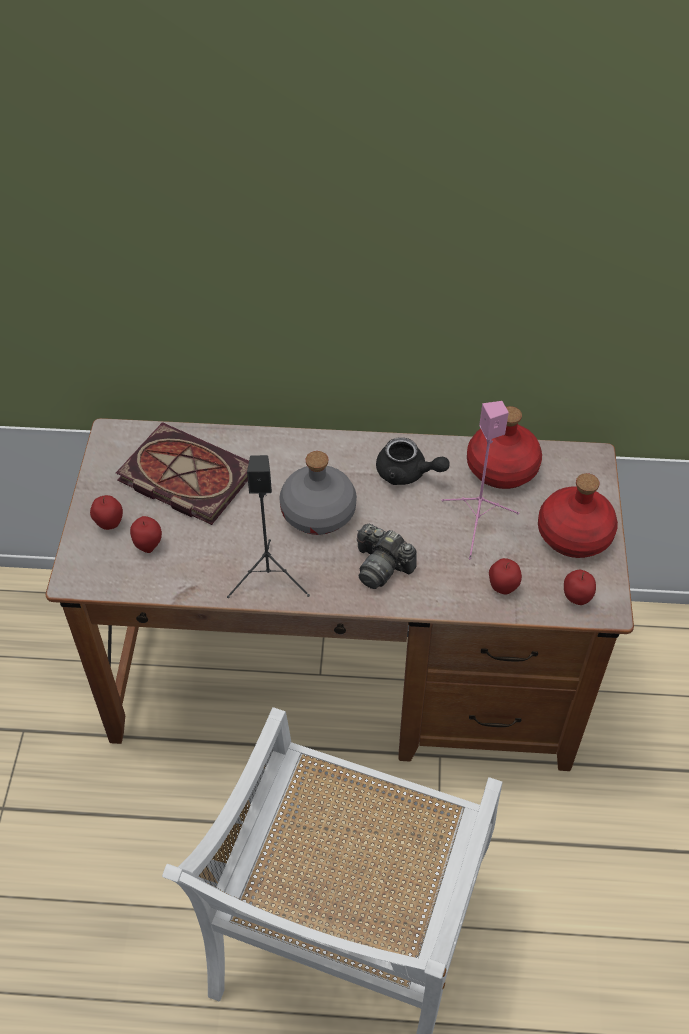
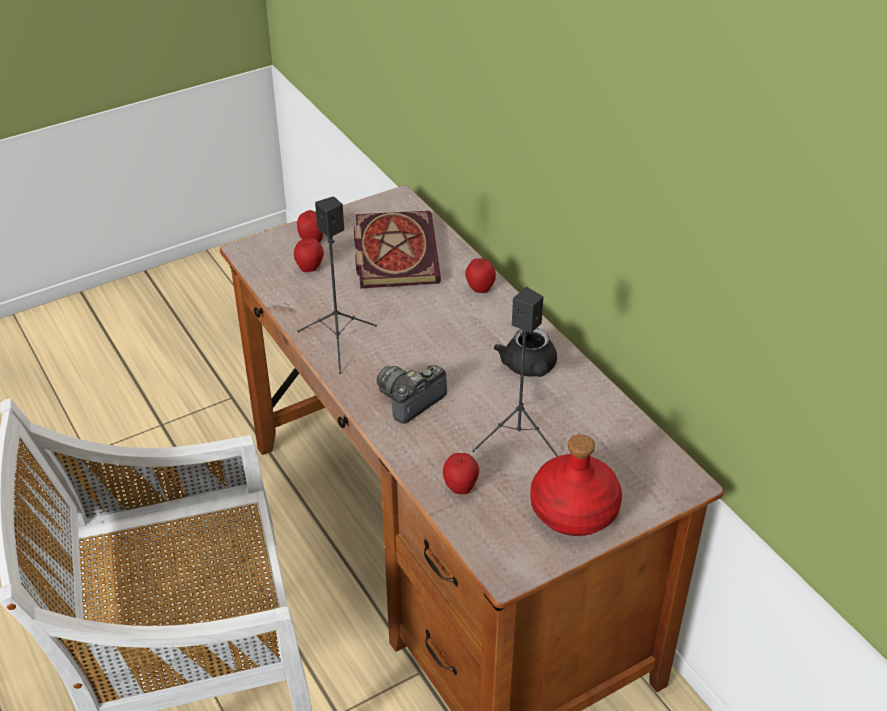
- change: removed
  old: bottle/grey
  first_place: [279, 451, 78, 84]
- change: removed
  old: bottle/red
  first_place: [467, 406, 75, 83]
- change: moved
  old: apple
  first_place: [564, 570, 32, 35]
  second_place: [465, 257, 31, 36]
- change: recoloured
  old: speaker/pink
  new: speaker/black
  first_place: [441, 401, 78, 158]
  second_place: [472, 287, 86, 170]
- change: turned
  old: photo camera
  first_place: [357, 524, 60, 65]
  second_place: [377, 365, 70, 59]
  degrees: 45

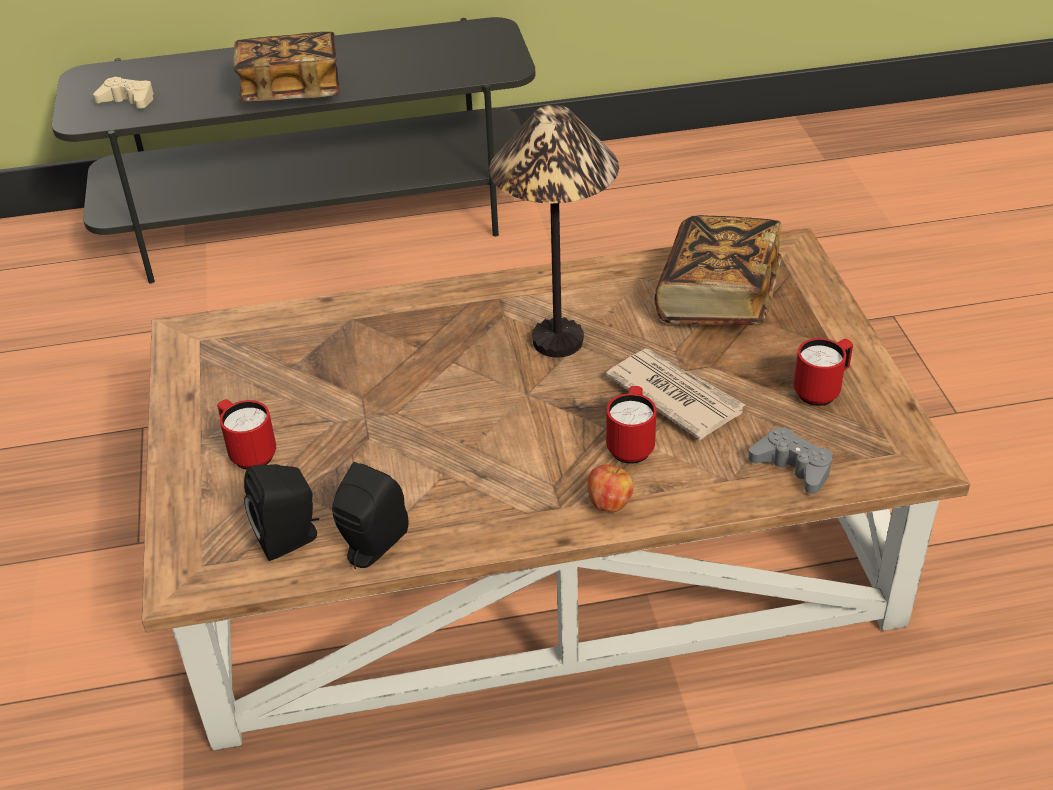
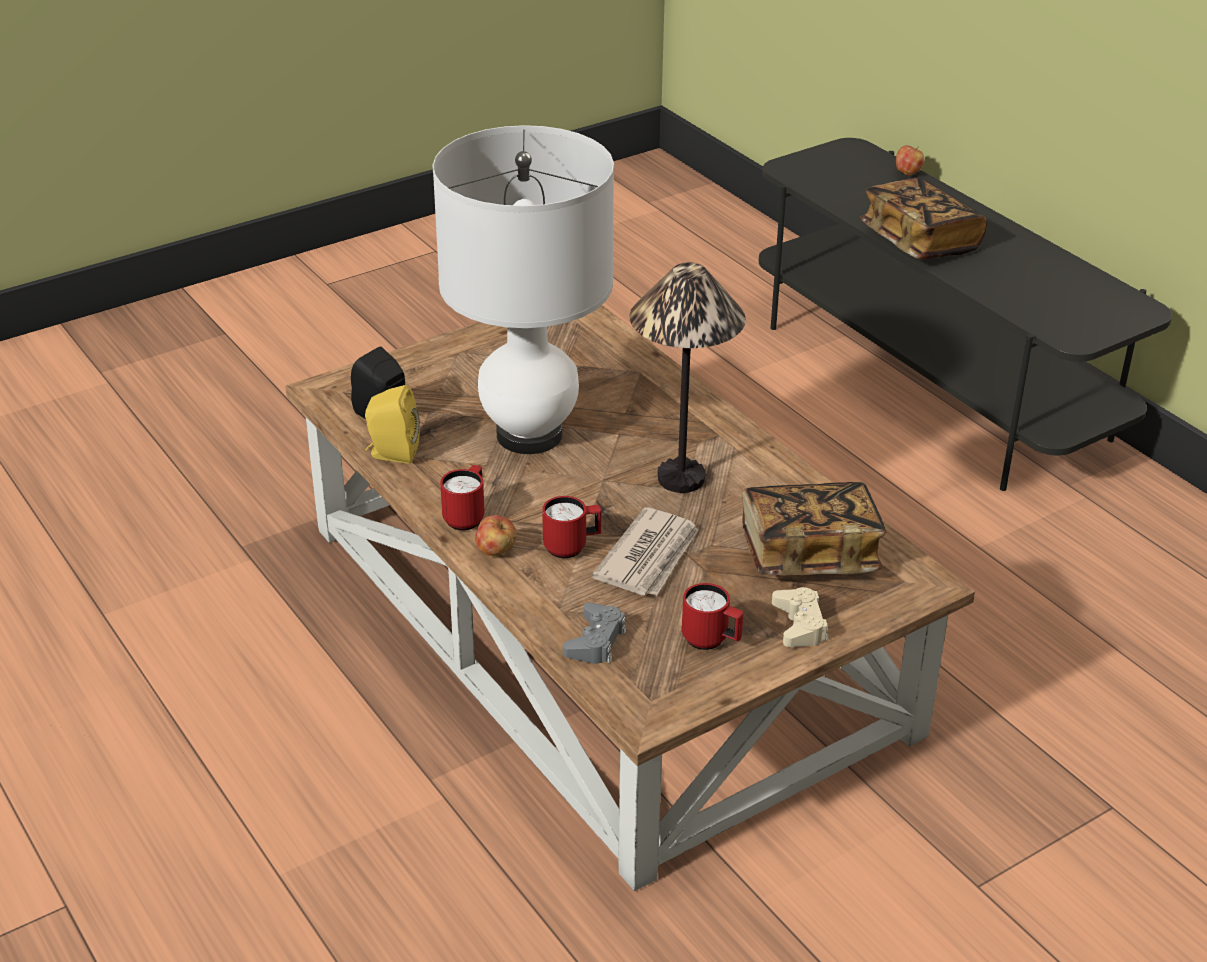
- change: added
  new: table lamp/white
  second_place: [432, 125, 182, 329]
- change: added
  new: apple
  second_place: [896, 145, 28, 31]
- change: moved
  old: game controller/beige
  first_place: [93, 77, 61, 32]
  second_place: [772, 587, 56, 60]
- change: moved
  old: mug/red
  first_place: [217, 399, 59, 71]
  second_place: [440, 465, 45, 65]
- change: recoloured
  old: speaker/black
  new: speaker/yellow
  first_place: [332, 462, 76, 107]
  second_place: [365, 385, 55, 79]

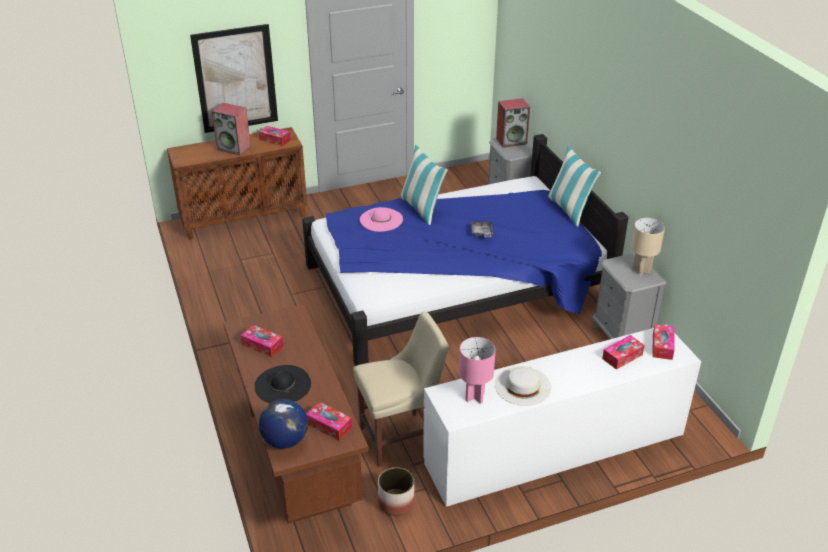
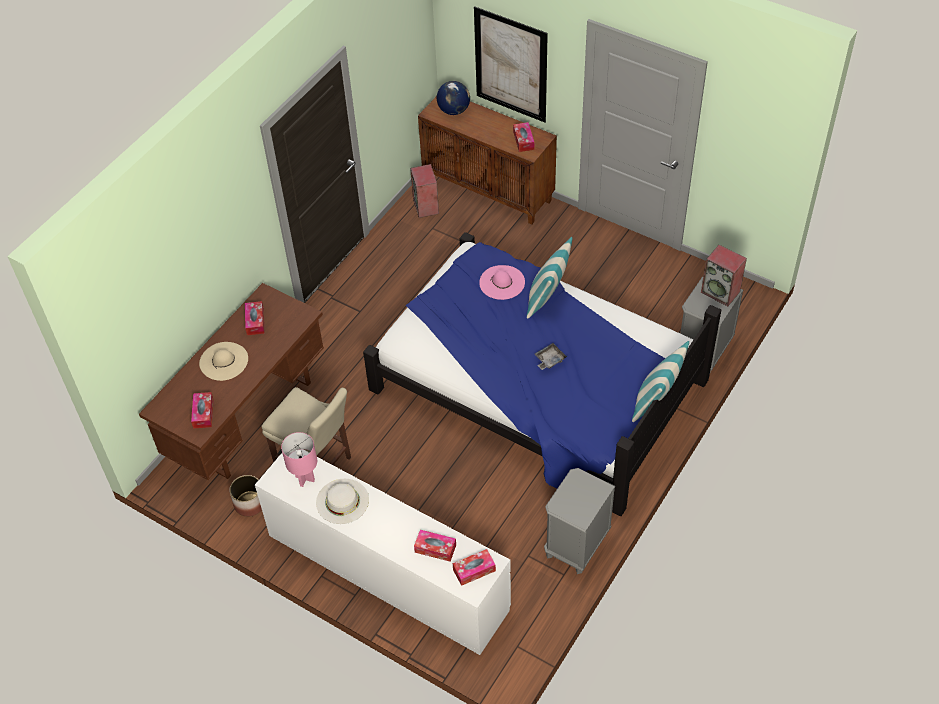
- change: removed
  old: table lamp/beige
  first_place: [631, 218, 34, 58]
- change: moved
  old: speaker
  first_place: [211, 103, 40, 52]
  second_place: [410, 164, 29, 54]
- change: moved
  old: globe
  first_place: [259, 399, 49, 50]
  second_place: [437, 81, 33, 34]
- change: recoloured
  old: hat/black
  new: hat/beige
  first_place: [255, 365, 56, 38]
  second_place: [199, 342, 49, 39]

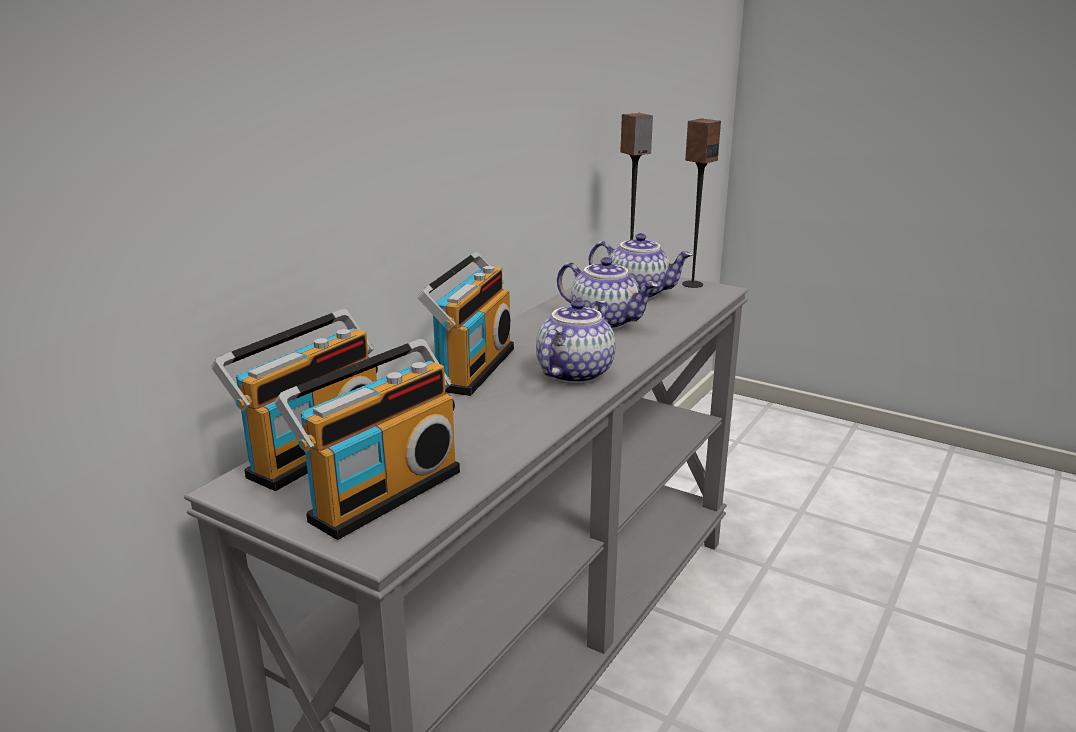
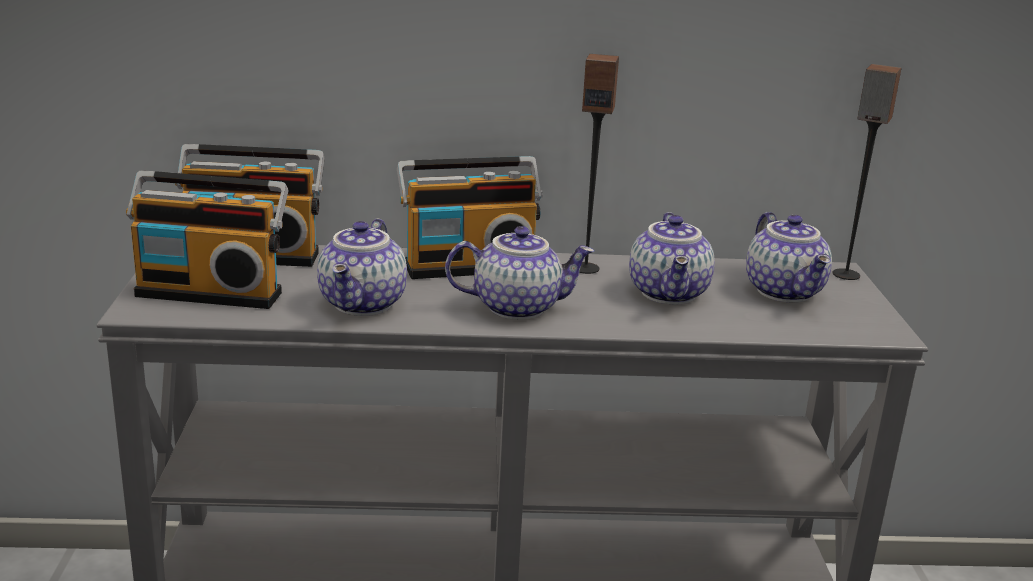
- change: added
  new: teapot
  second_place: [317, 218, 90, 98]
- change: moved
  old: speaker
  first_place: [682, 119, 39, 169]
  second_place: [579, 54, 40, 220]

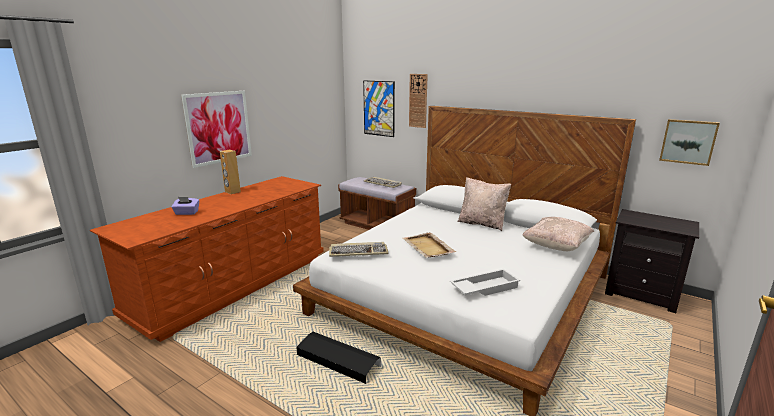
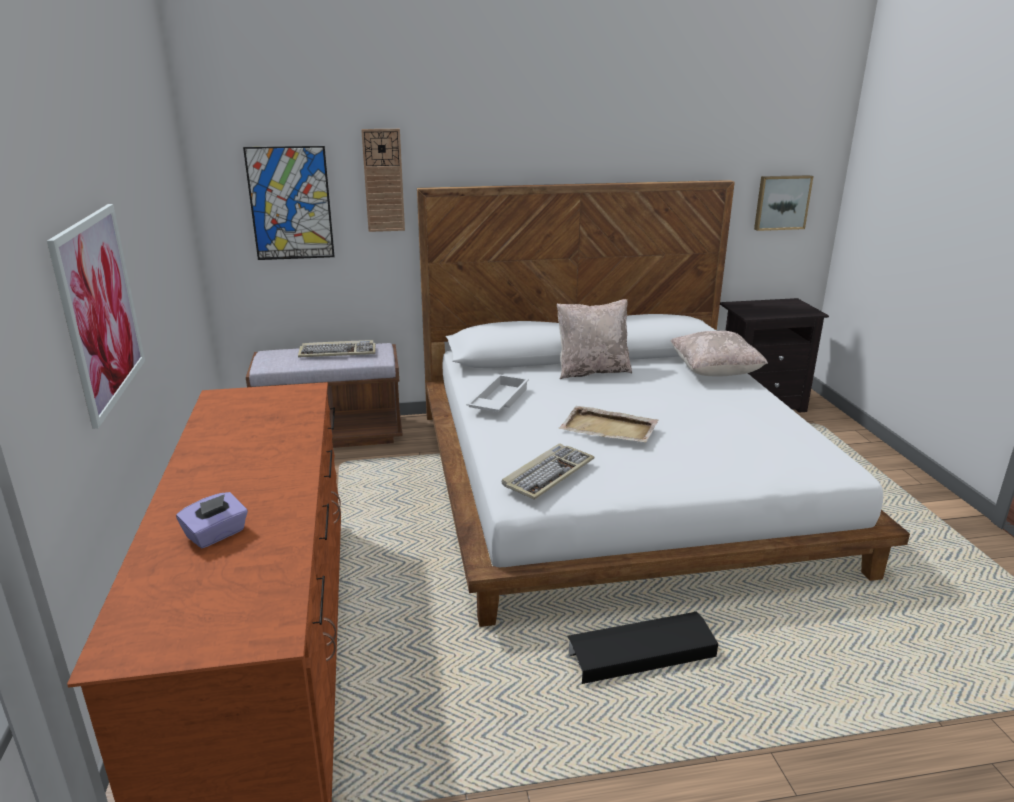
- change: removed
  old: speaker/brown
  first_place: [220, 150, 21, 44]
- change: moved
  old: tray/white
  first_place: [450, 269, 71, 27]
  second_place: [466, 374, 63, 38]

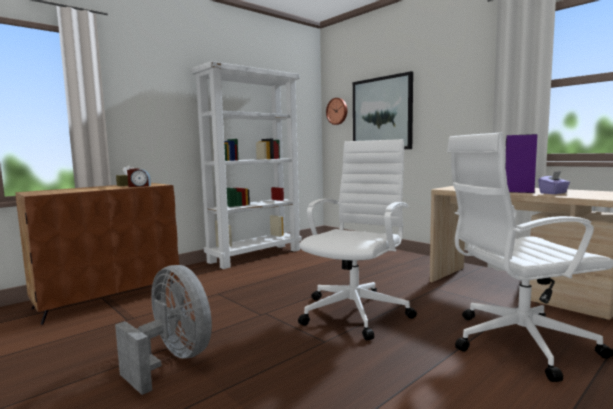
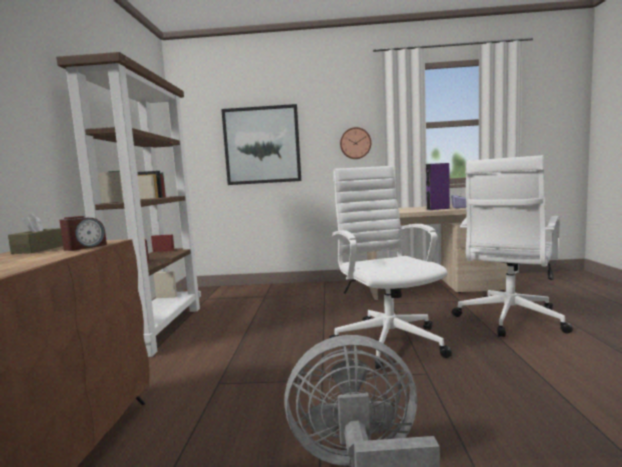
- change: moved
  old: wall clock
  first_place: [326, 98, 21, 27]
  second_place: [340, 127, 31, 32]
- change: recoloured
  old: bookcase/white
  new: bookcase/brown
  first_place: [191, 61, 111, 208]
  second_place: [56, 52, 145, 305]

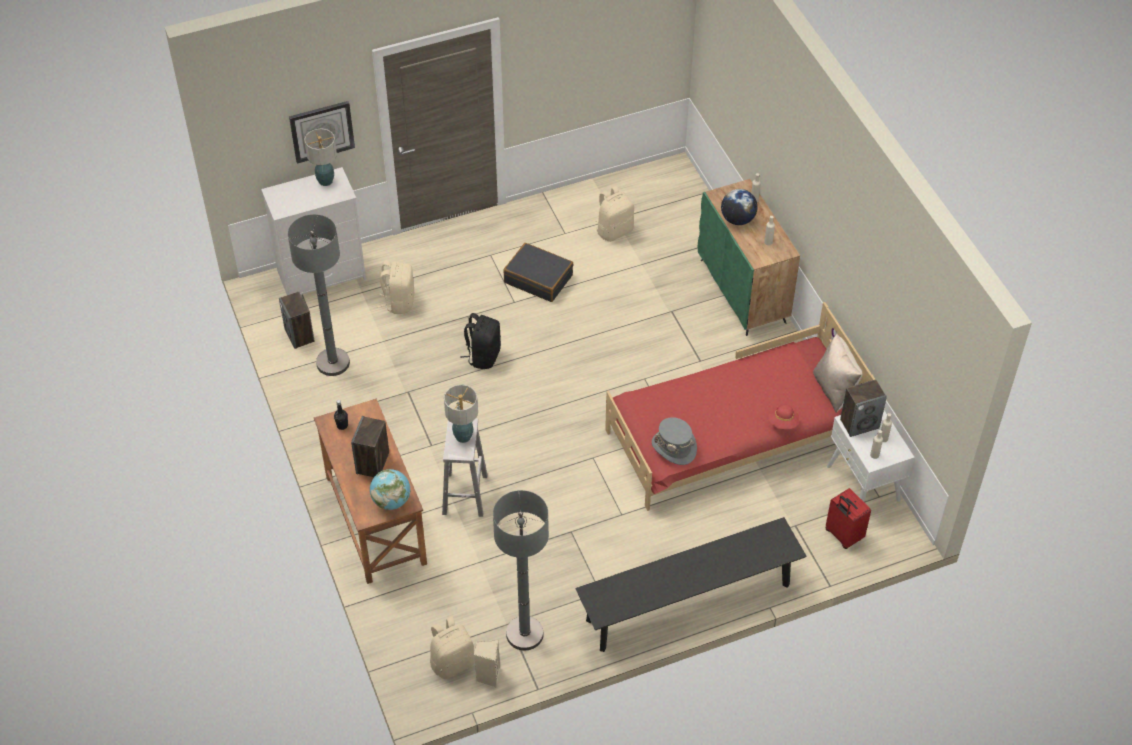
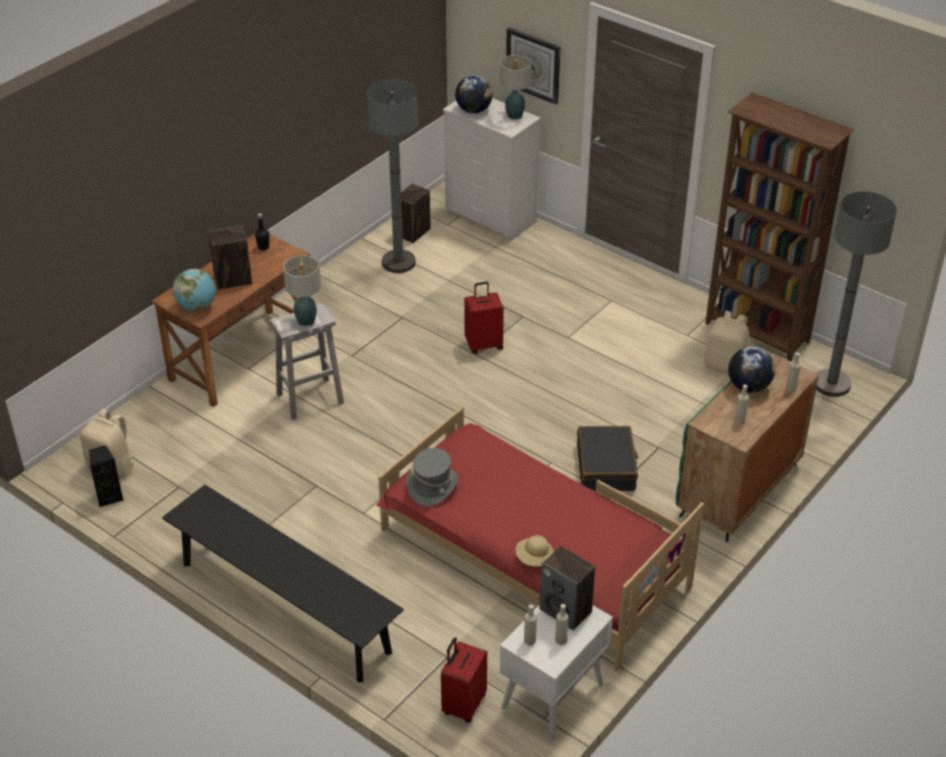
- change: removed
  old: backpack/beige
  first_place: [377, 261, 37, 53]
- change: removed
  old: pillow/beige
  first_place: [813, 334, 50, 78]
- change: added
  new: globe
  second_place: [455, 75, 38, 38]
- change: added
  new: bookcase/brown
  second_place: [705, 92, 150, 269]
- change: moved
  old: floor lamp/grey
  first_place: [493, 490, 56, 160]
  second_place: [816, 191, 81, 206]
- change: moved
  old: suitcase/black
  first_place: [503, 243, 70, 59]
  second_place: [577, 426, 61, 65]
- change: replaced
  old: backpack/black
  new: suitcase/red
  first_place: [460, 313, 41, 56]
  second_place: [464, 282, 40, 72]
- change: recoloured
  old: speaker/beige
  new: speaker/black
  first_place: [474, 640, 26, 48]
  second_place: [89, 445, 35, 62]
- change: recoloured
  old: hat/red
  new: hat/beige
  first_place: [769, 404, 30, 25]
  second_place: [516, 535, 38, 31]

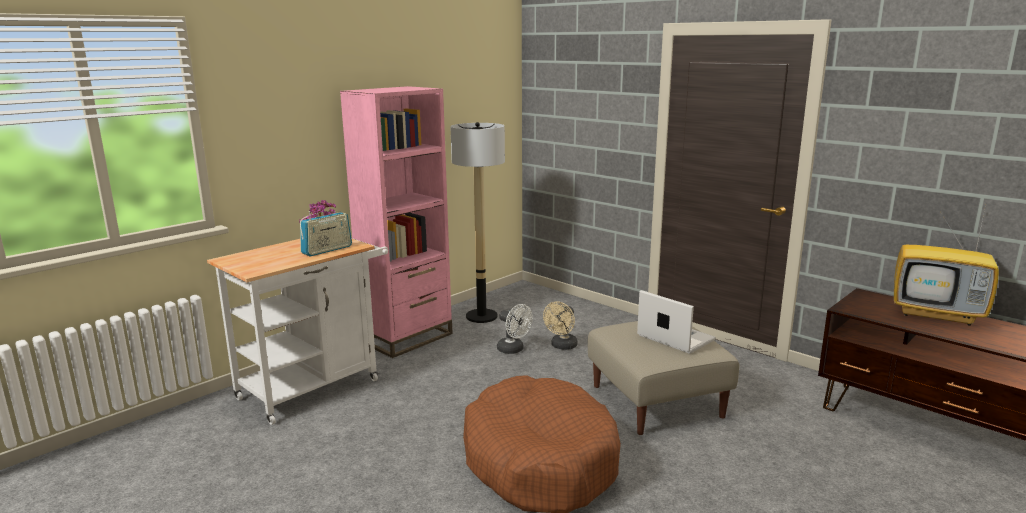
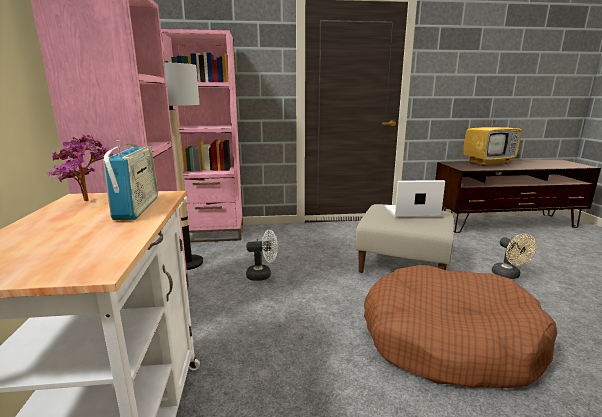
- change: added
  new: bookcase/pink
  second_place: [161, 29, 82, 214]
- change: moved
  old: fan/beige
  first_place: [543, 301, 35, 49]
  second_place: [492, 234, 45, 45]

